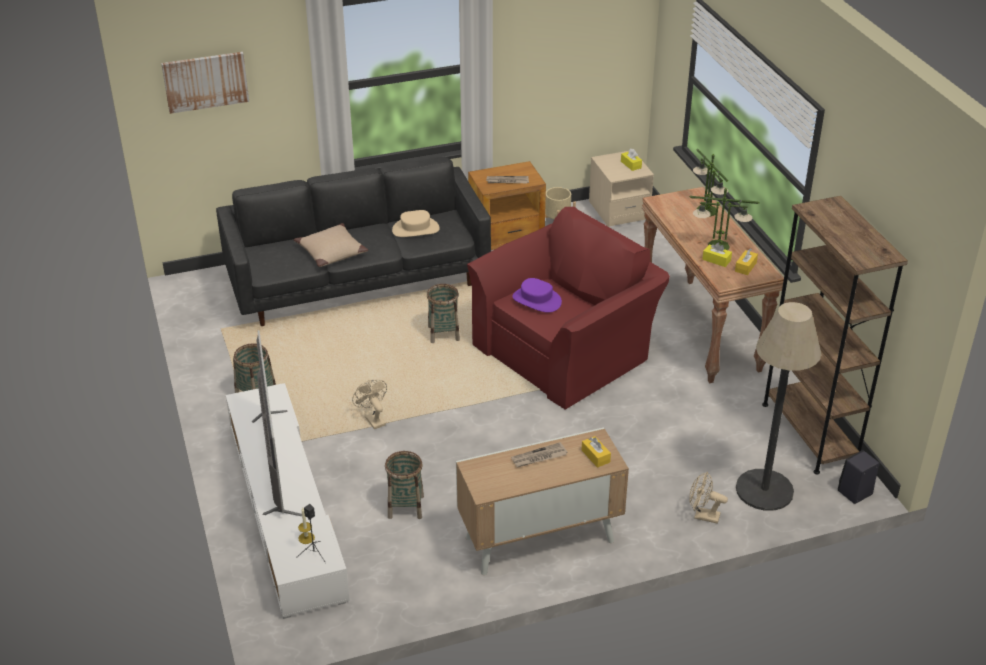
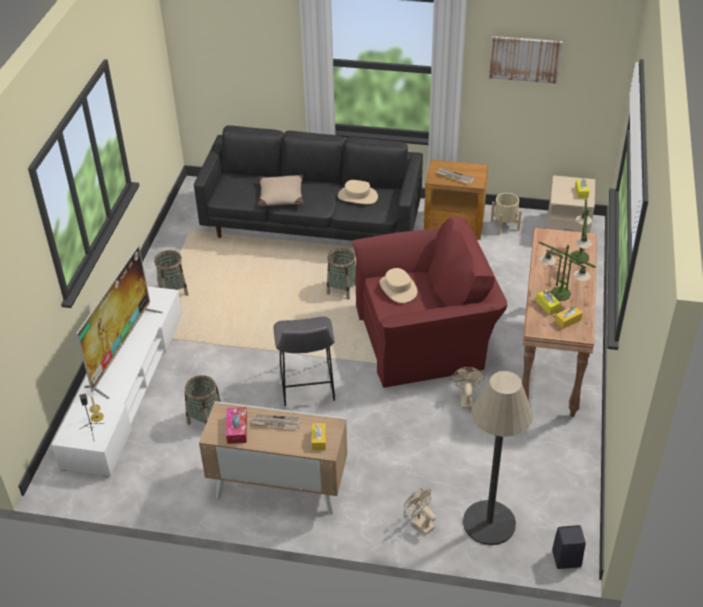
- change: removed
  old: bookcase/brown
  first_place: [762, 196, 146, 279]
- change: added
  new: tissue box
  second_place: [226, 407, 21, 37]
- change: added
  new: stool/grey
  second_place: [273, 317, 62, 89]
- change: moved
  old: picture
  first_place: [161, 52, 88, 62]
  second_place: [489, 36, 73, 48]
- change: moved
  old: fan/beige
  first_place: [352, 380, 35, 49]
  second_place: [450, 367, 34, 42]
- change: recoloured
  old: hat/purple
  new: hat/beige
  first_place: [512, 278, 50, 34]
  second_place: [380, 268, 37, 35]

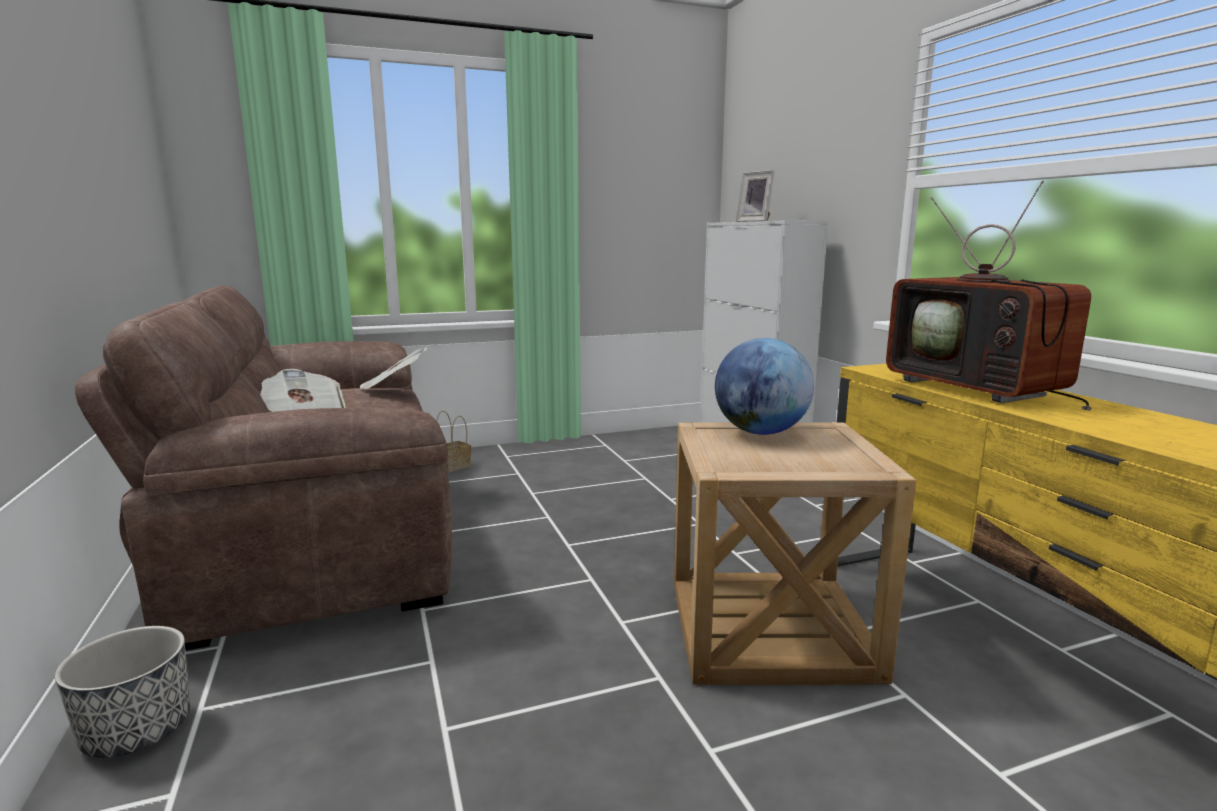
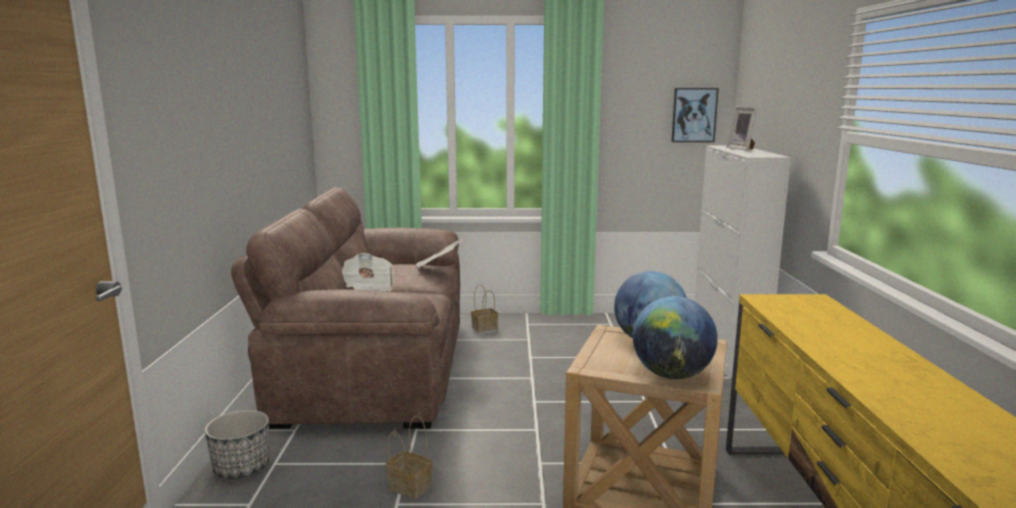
- change: removed
  old: television
  first_place: [886, 181, 206, 229]
- change: added
  new: basket
  second_place: [385, 416, 47, 83]
- change: added
  new: globe
  second_place: [633, 296, 85, 83]
- change: added
  new: picture
  second_place: [671, 88, 48, 54]

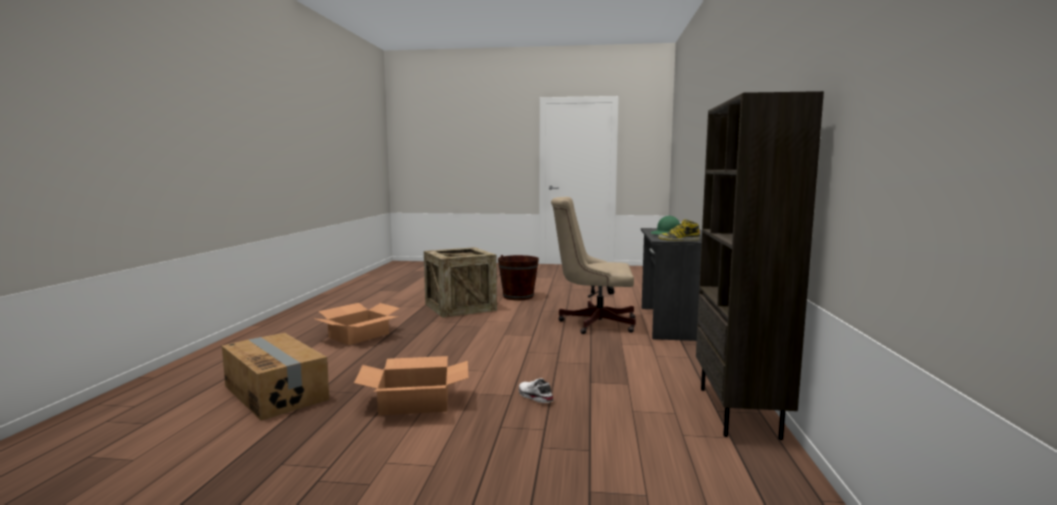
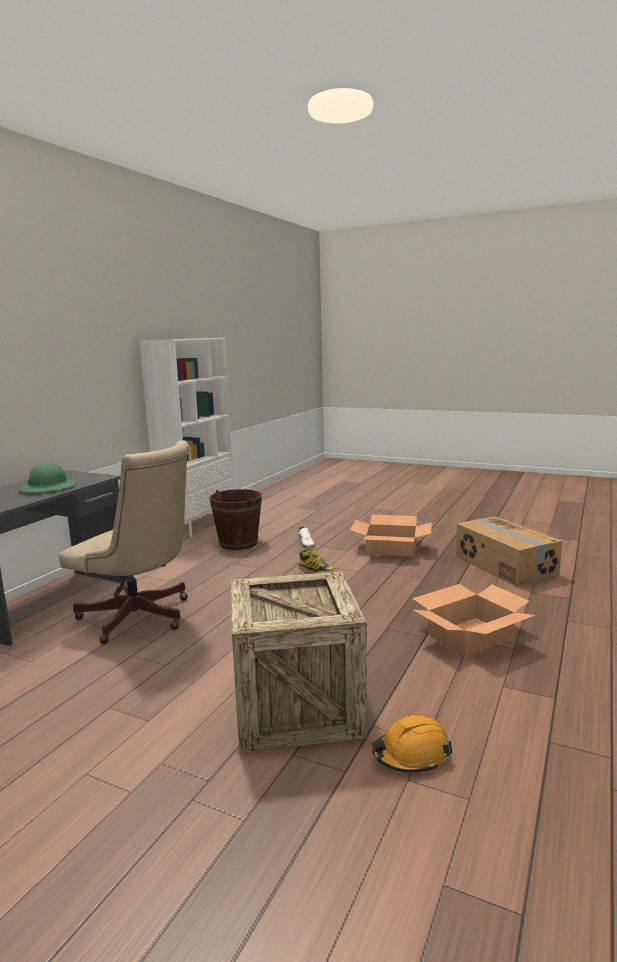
- change: added
  new: hard hat/orange
  second_place: [372, 715, 80, 58]
- change: moved
  old: bucket/brown
  first_place: [498, 255, 41, 45]
  second_place: [209, 489, 53, 61]
- change: moved
  old: boot
  first_place: [658, 219, 42, 22]
  second_place: [298, 548, 39, 25]
- change: recoloured
  old: bookcase/brown
  new: bookcase/white
  first_place: [696, 91, 128, 349]
  second_place: [140, 338, 94, 200]

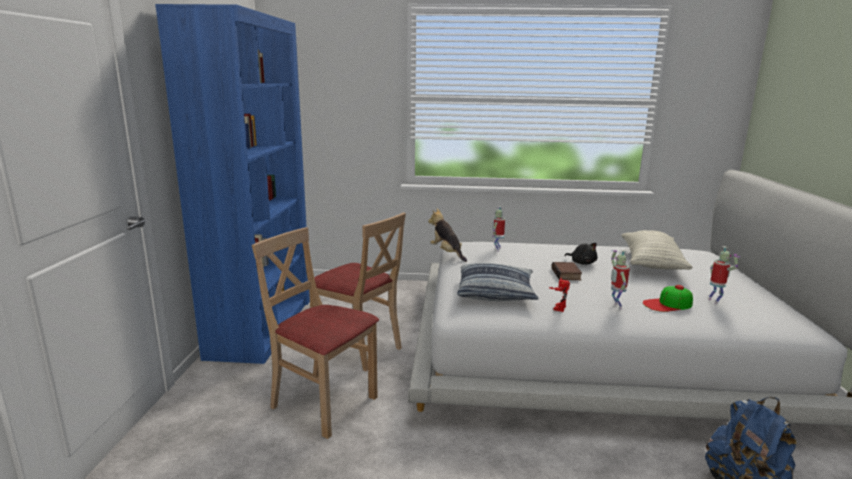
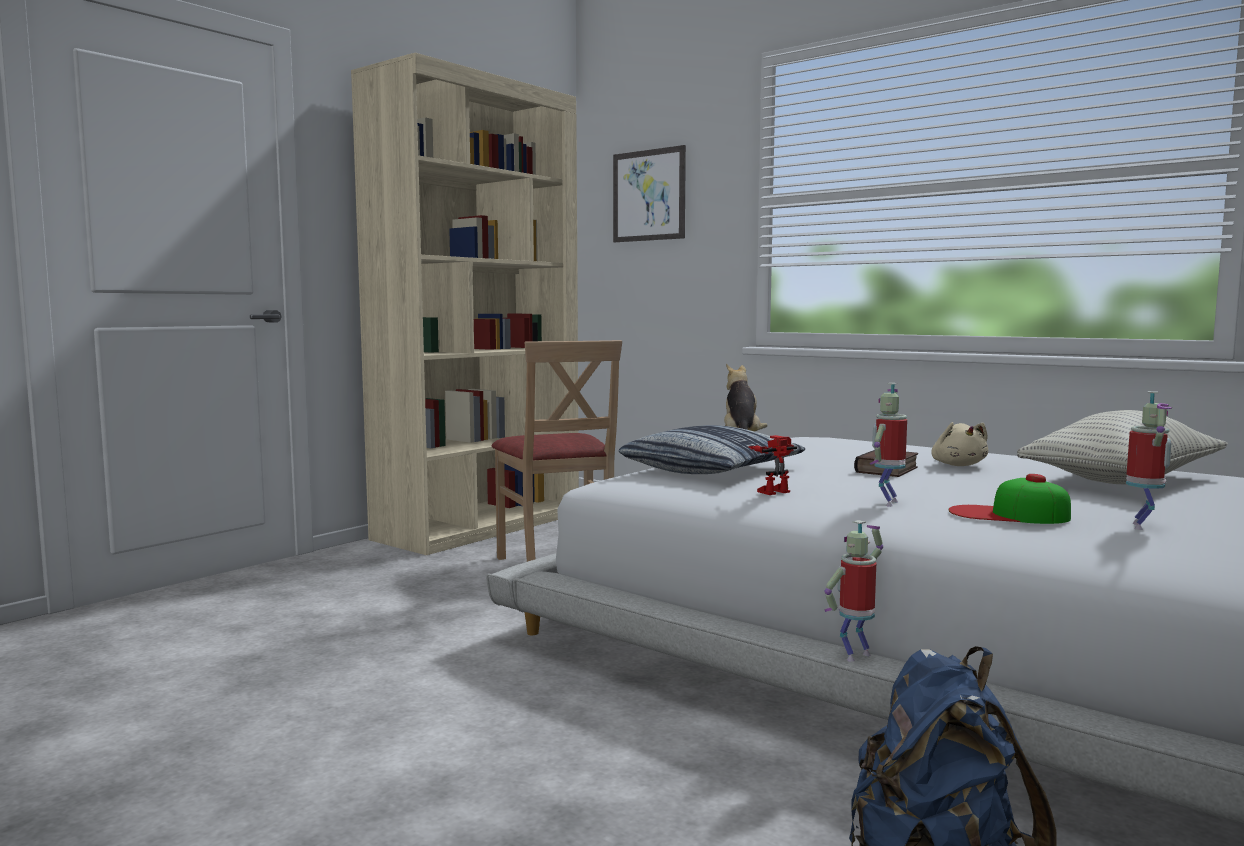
- change: removed
  old: chair/beige
  first_place: [252, 227, 127, 212]
- change: added
  new: picture
  second_place: [613, 145, 73, 97]
- change: moved
  old: toy robot
  first_place: [492, 206, 13, 46]
  second_place: [824, 520, 59, 142]
- change: recoloured
  old: bookcase/blue
  new: bookcase/beige
  first_place: [155, 4, 155, 360]
  second_place: [351, 53, 228, 502]
- change: recoloured
  old: plush toy/black
  new: plush toy/beige
  first_place: [565, 243, 33, 22]
  second_place: [932, 422, 56, 44]

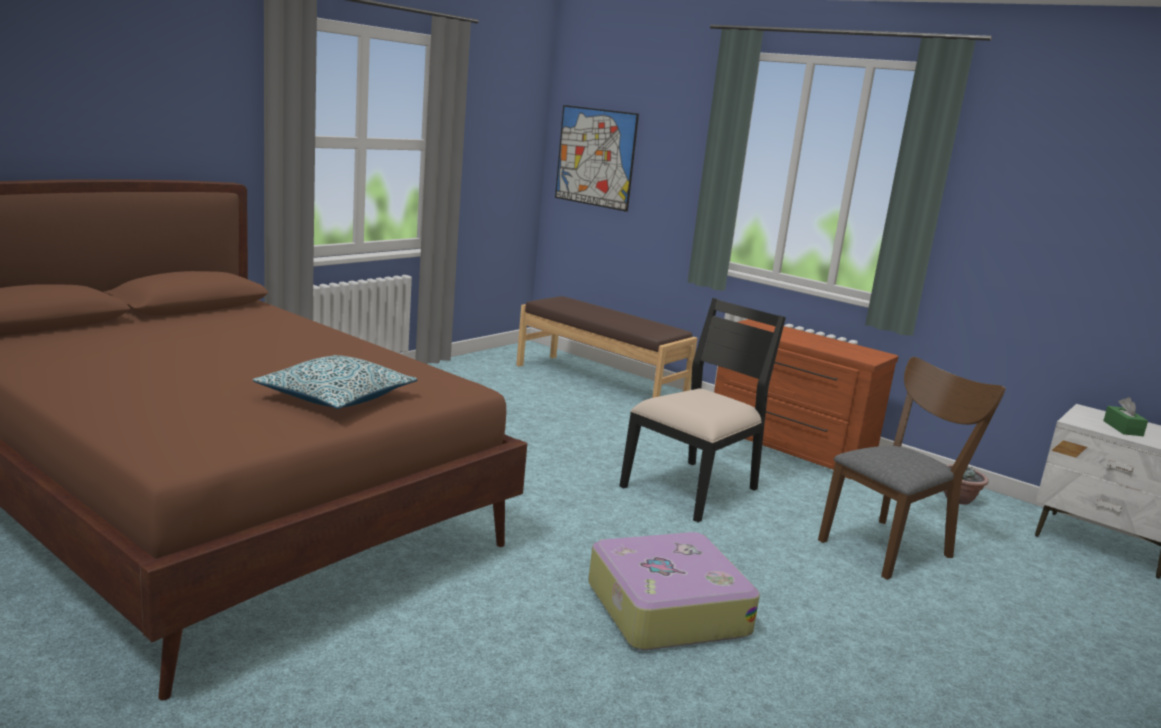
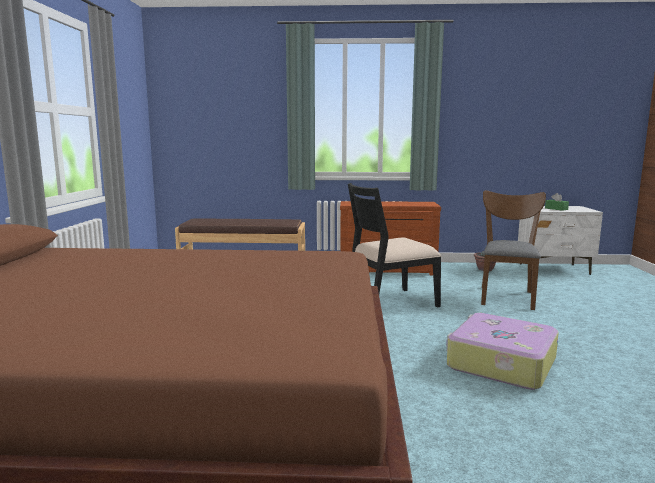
- change: removed
  old: pillow
  first_place: [253, 355, 164, 54]
- change: removed
  old: picture
  first_place: [555, 105, 84, 107]
- change: turned
  old: chair/black
  first_place: [619, 298, 167, 224]
  second_place: [348, 183, 93, 125]
  degrees: -120

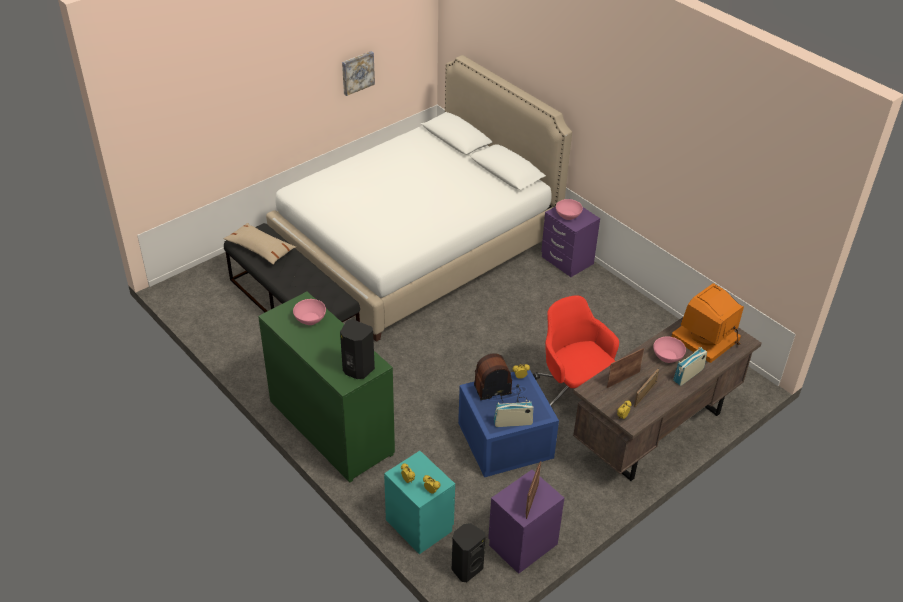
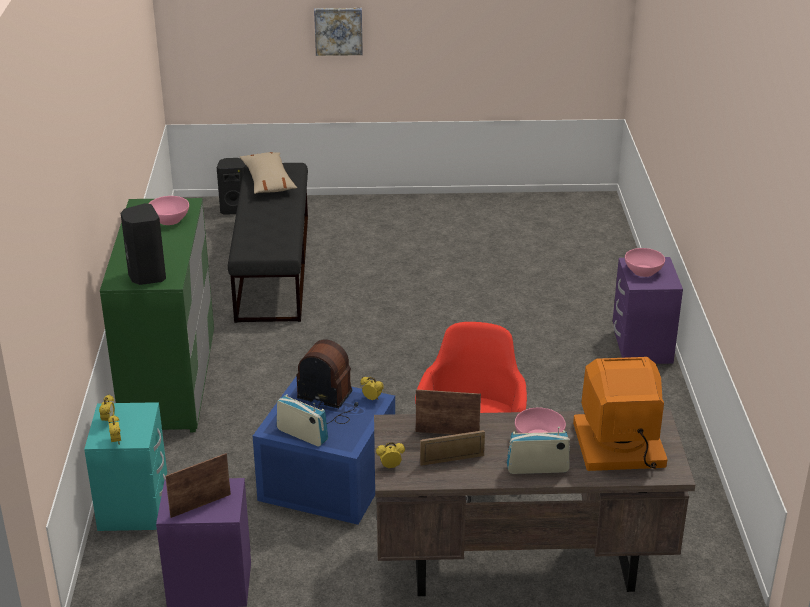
- change: removed
  old: bed/white
  first_place: [266, 55, 306, 287]
- change: moved
  old: picture
  first_place: [342, 51, 33, 45]
  second_place: [314, 8, 49, 48]
- change: moved
  old: speaker/black
  first_place: [452, 523, 33, 59]
  second_place: [217, 158, 28, 57]

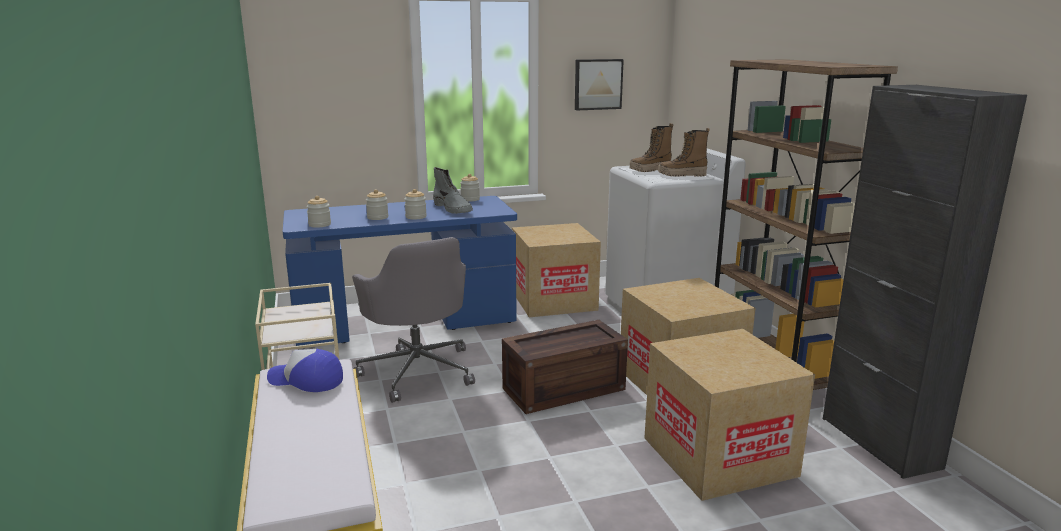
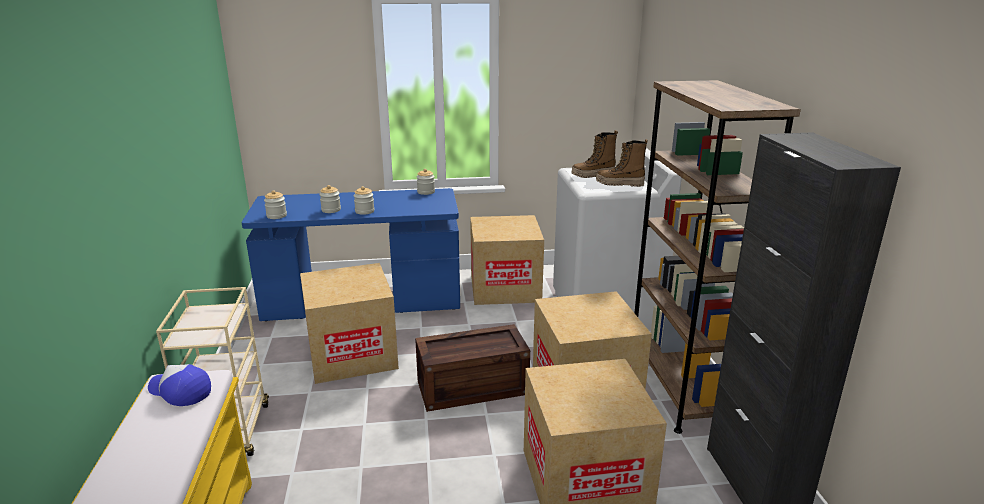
- change: removed
  old: boot/grey
  first_place: [433, 167, 40, 47]
- change: removed
  old: picture
  first_place: [575, 59, 49, 51]
- change: replaced
  old: office chair/grey
  new: cardboard box
  first_place: [352, 237, 123, 166]
  second_place: [300, 263, 99, 121]

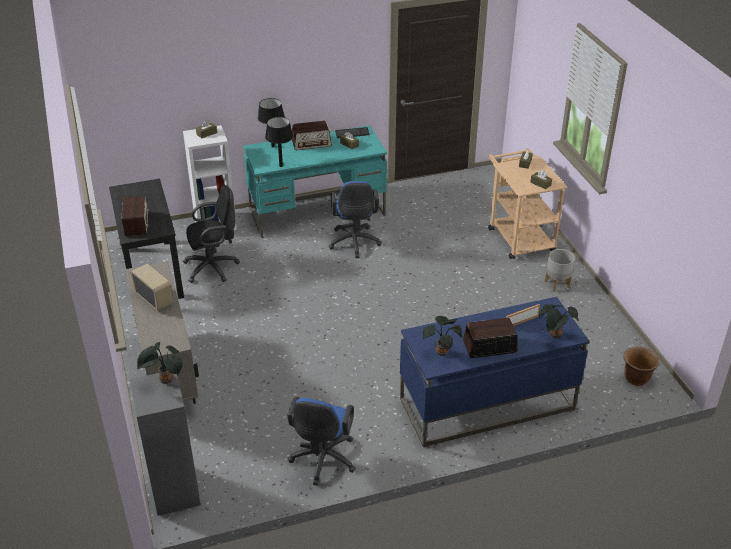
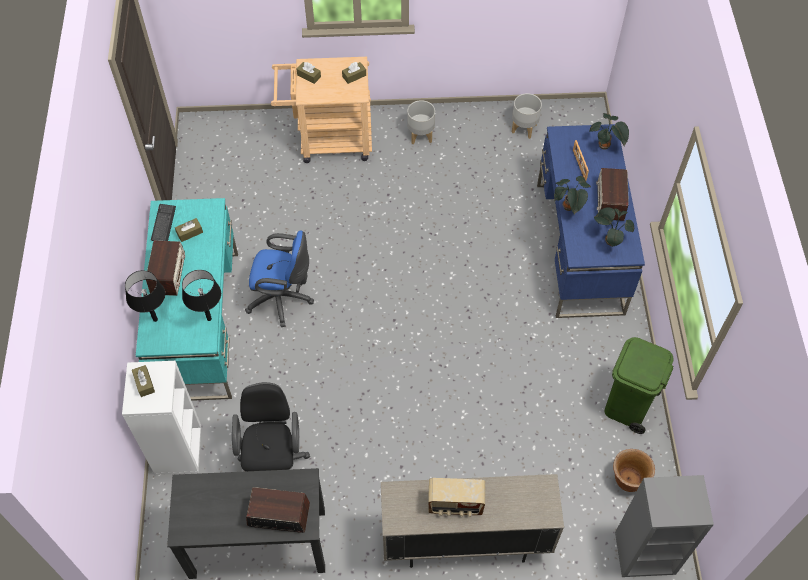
- change: added
  new: planter/grey
  second_place: [512, 93, 30, 46]
- change: moved
  old: potted plant
  first_place: [137, 342, 46, 42]
  second_place: [554, 176, 37, 38]
- change: moved
  old: planter/brown
  first_place: [623, 346, 36, 40]
  second_place: [613, 449, 42, 43]
- change: replaced
  old: office chair/blue
  new: trash can/green
  first_place: [287, 397, 69, 89]
  second_place: [604, 337, 70, 97]
- change: turned
  old: radio
  first_place: [131, 263, 43, 48]
  second_place: [428, 478, 57, 39]
  degrees: -150

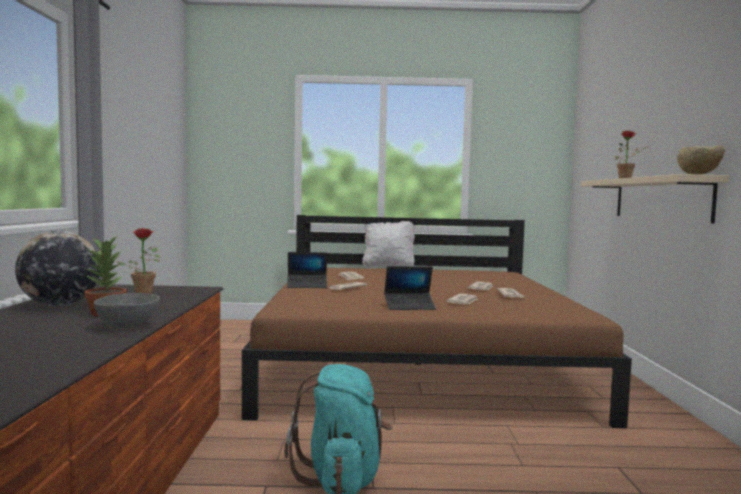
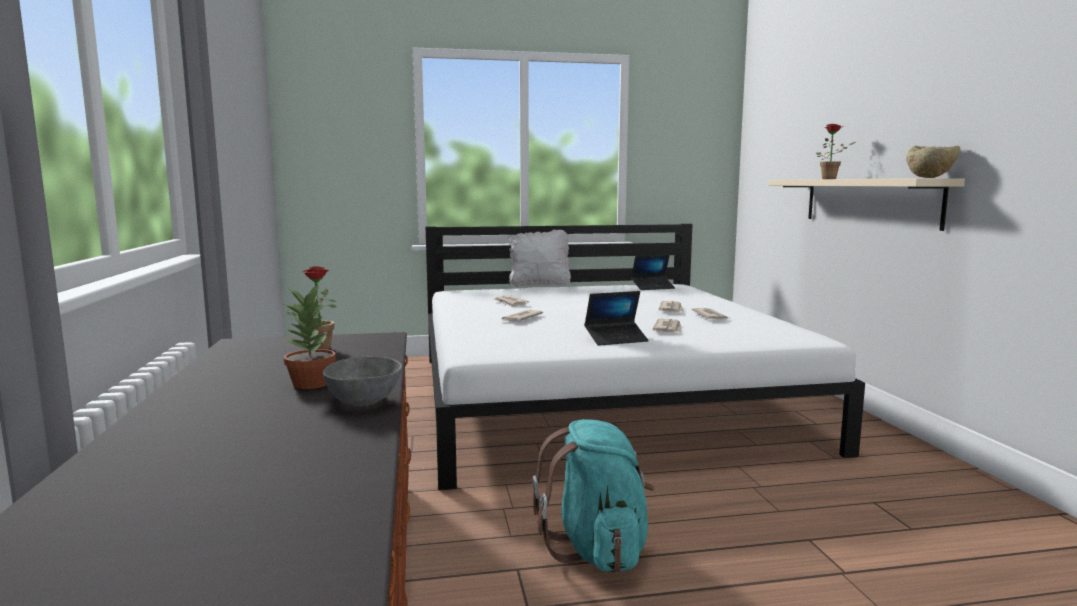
- change: removed
  old: globe
  first_place: [15, 231, 85, 75]
- change: moved
  old: laptop
  first_place: [287, 252, 40, 36]
  second_place: [631, 255, 44, 35]
- change: recoloured
  old: bed/brown
  new: bed/white
  first_place: [242, 215, 390, 213]
  second_place: [426, 224, 439, 266]

